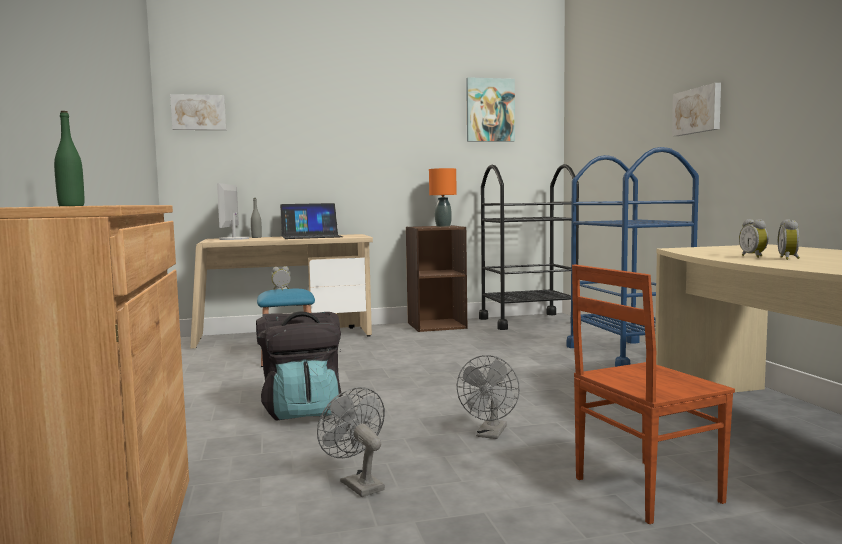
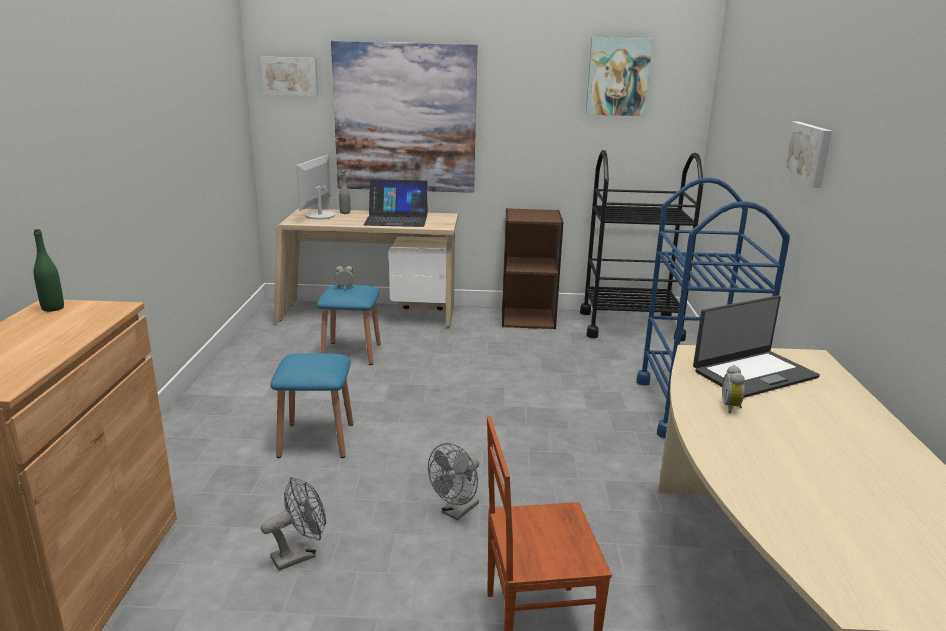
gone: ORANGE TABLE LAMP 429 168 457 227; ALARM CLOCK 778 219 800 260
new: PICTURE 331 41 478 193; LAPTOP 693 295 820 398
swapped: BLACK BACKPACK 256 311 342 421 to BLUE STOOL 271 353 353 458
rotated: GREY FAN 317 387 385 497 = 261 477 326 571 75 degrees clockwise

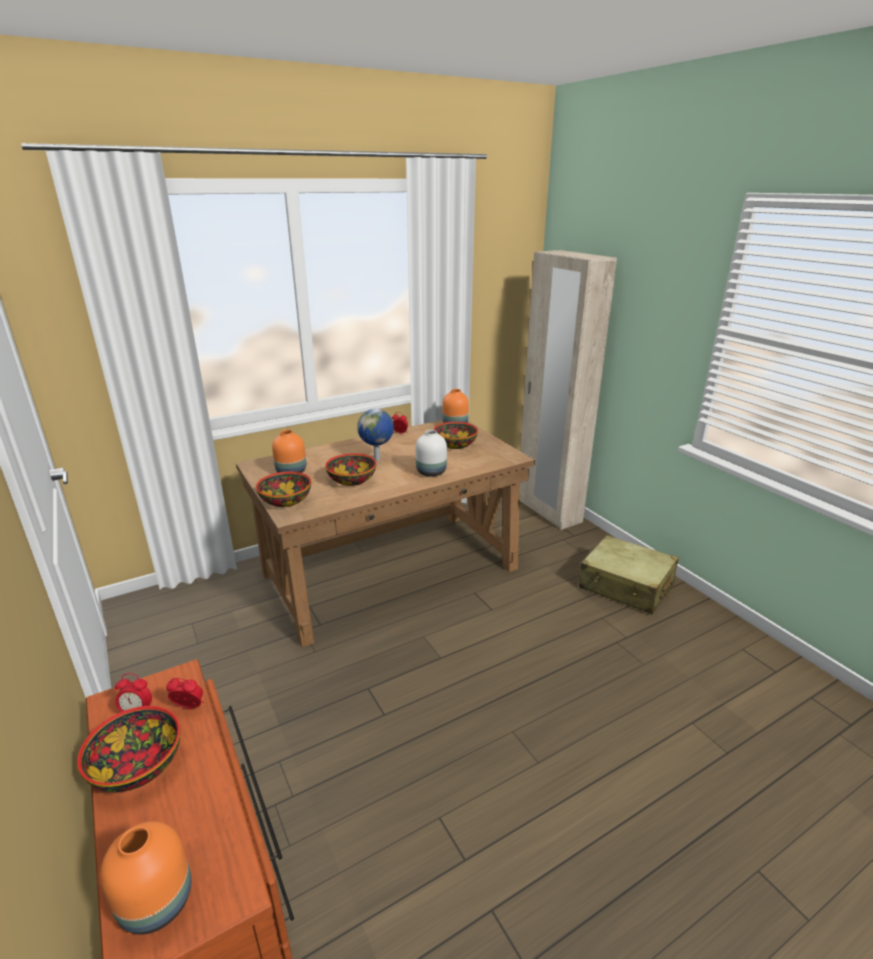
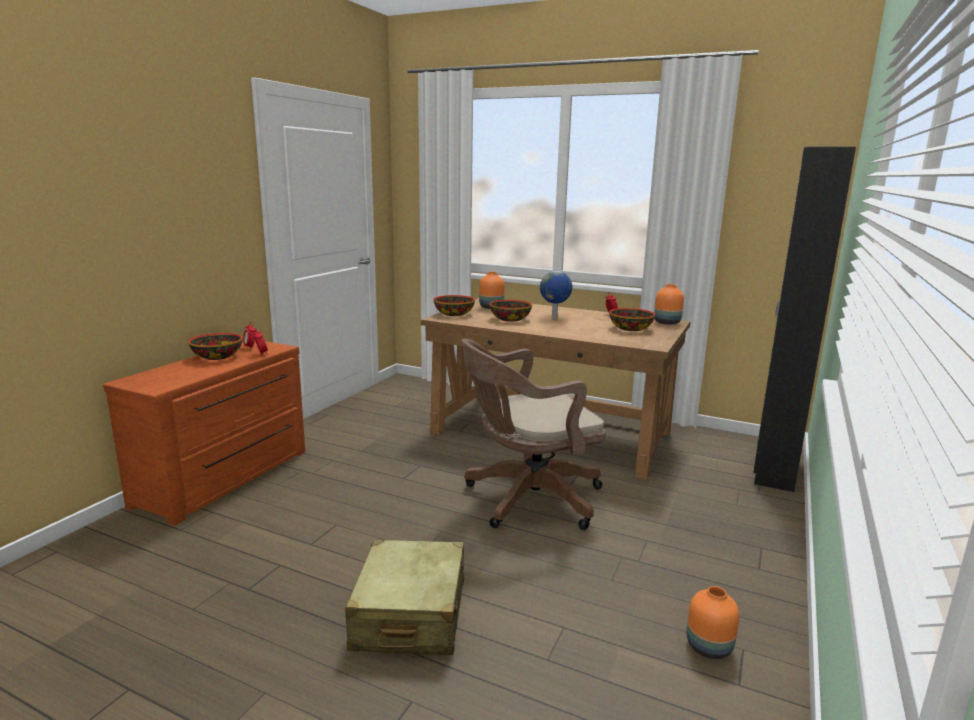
gone: WHITE VASE 415 430 447 477
new: BROWN OFFICE CHAIR 462 339 606 530
shifted: BEIGE SUITCASE 579 535 679 614 to 345 540 464 655; ORANGE VASE 100 821 191 935 to 687 586 740 659
repainted: BEIGE WARDROBE 520 250 617 530 to BLACK WARDROBE 753 147 856 492

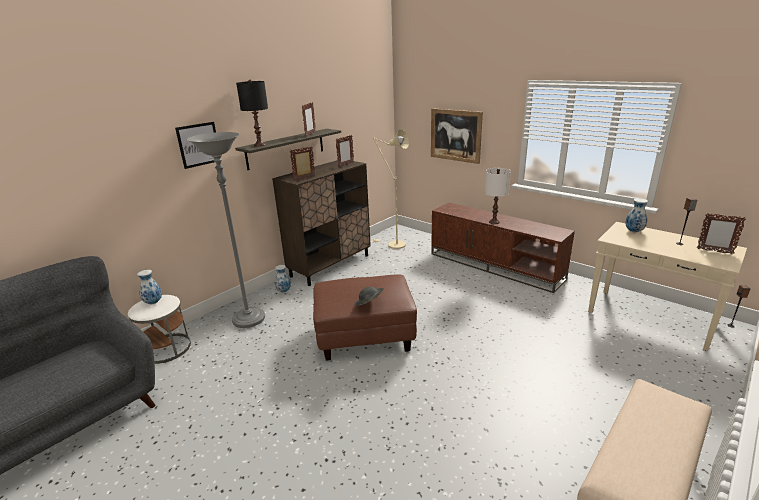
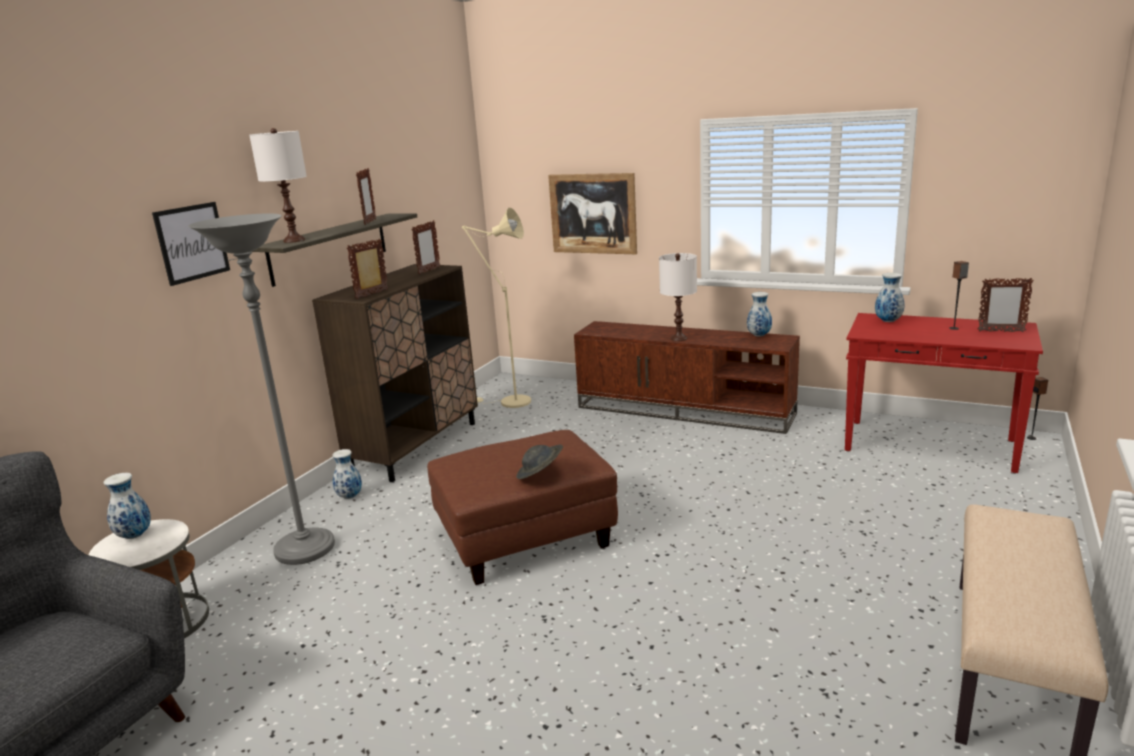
new: VASE 747 292 772 337
repainted: BLACK TABLE LAMP 236 79 268 147 to WHITE TABLE LAMP 249 128 307 243; BEIGE CONSOLE TABLE 588 222 747 351 to RED CONSOLE TABLE 845 313 1043 474

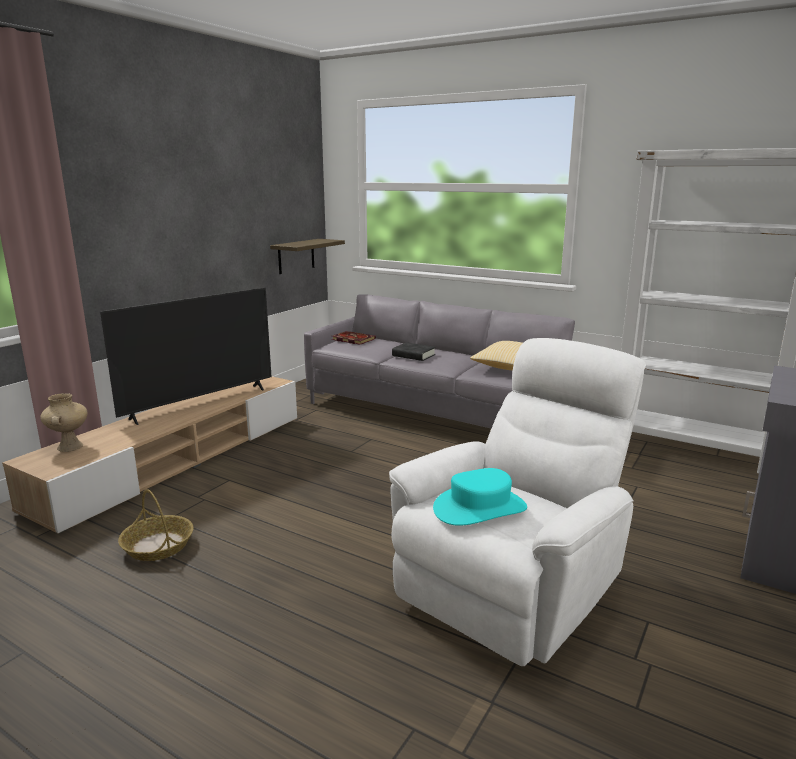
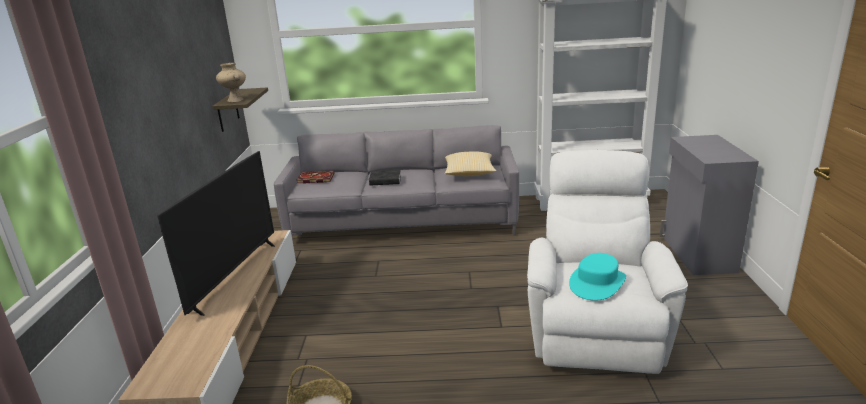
shifted: BEIGE VASE 40 393 88 452 to 216 63 246 102

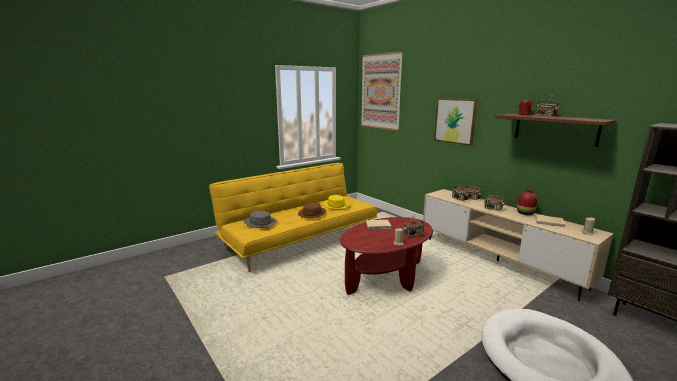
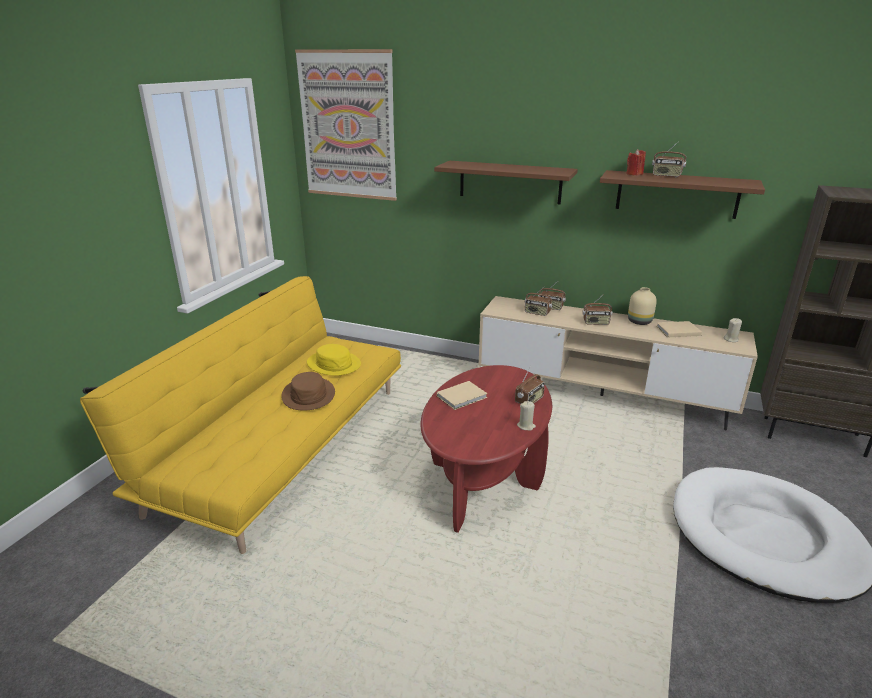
gone: GREY HAT 244 211 277 228
swapped: PICTURE 434 98 478 146 to BROWN SHELF 434 161 578 204
repainted: RED VASE 517 190 538 215 to BEIGE VASE 628 287 657 325

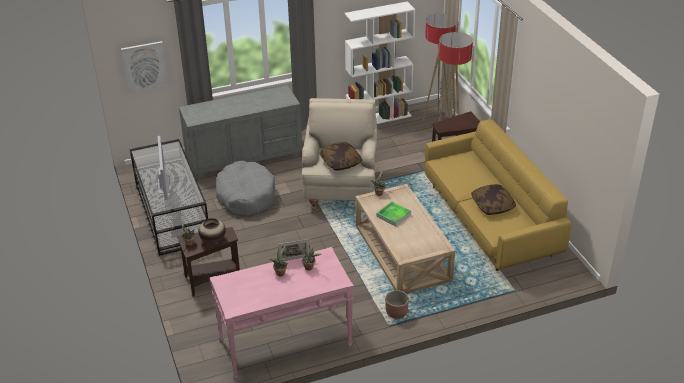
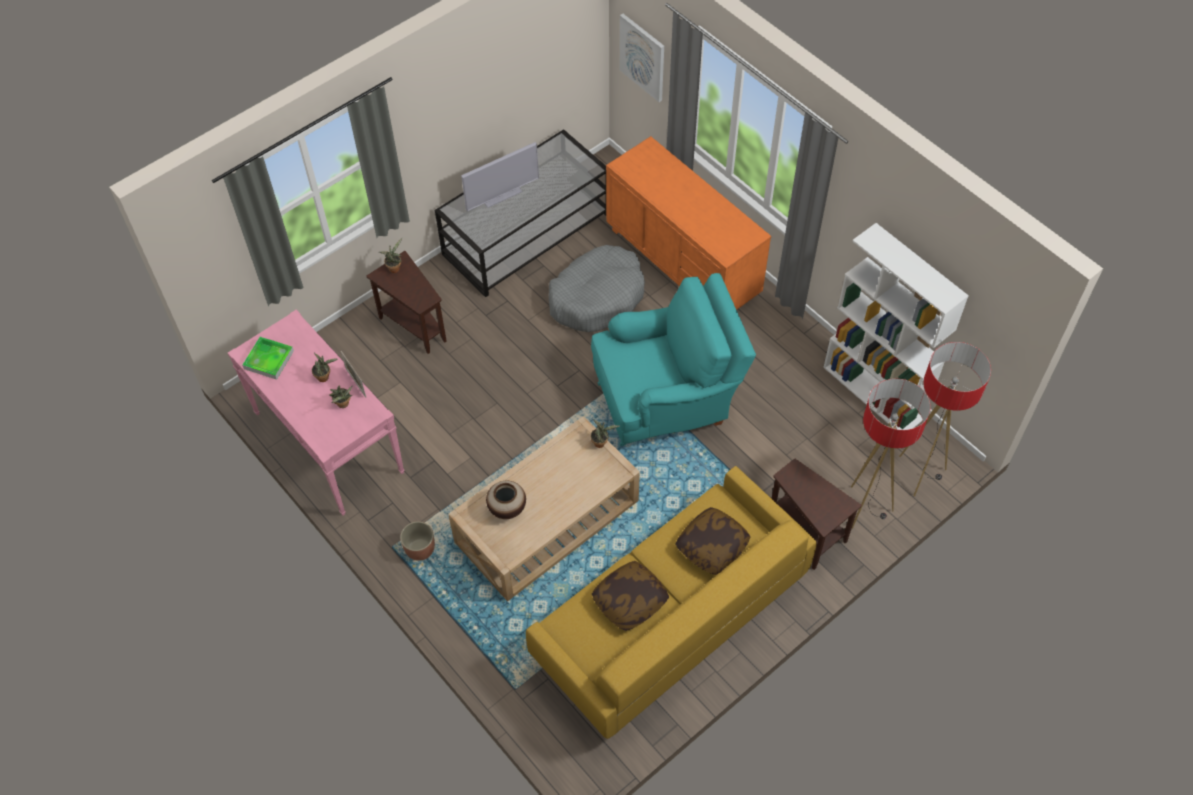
shifted: PILLOW 319 142 362 170 to 675 507 750 575; TRAY 376 202 411 226 to 242 337 294 380; VASE 198 218 226 244 to 486 481 526 519
repainted: GREY DRESSER 179 85 302 179 to ORANGE DRESSER 606 136 771 310; BEIGE ARMCHAIR 302 98 377 210 to TURQUOISE ARMCHAIR 591 273 756 446

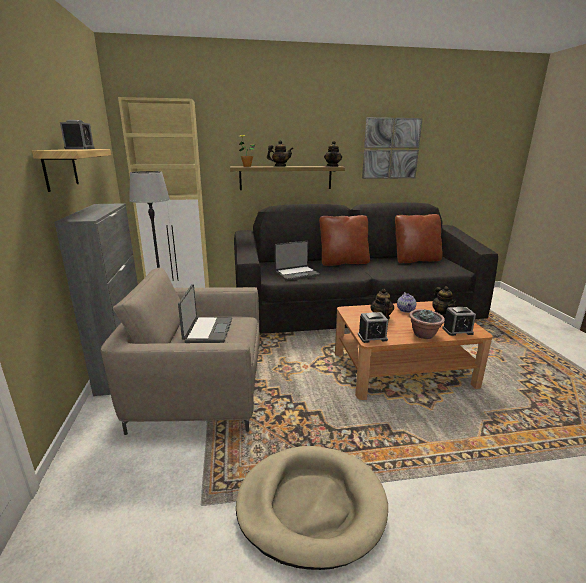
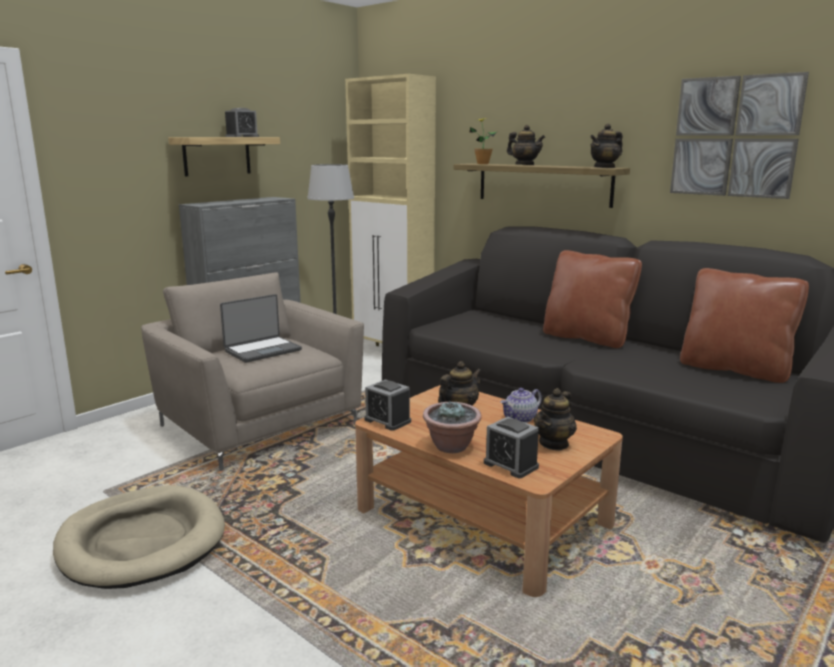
gone: LAPTOP 275 241 320 281

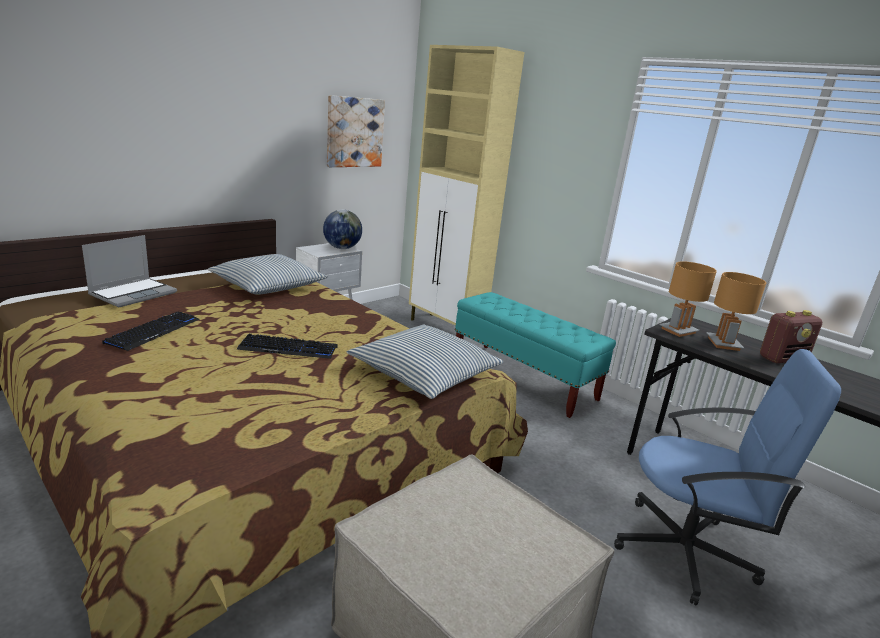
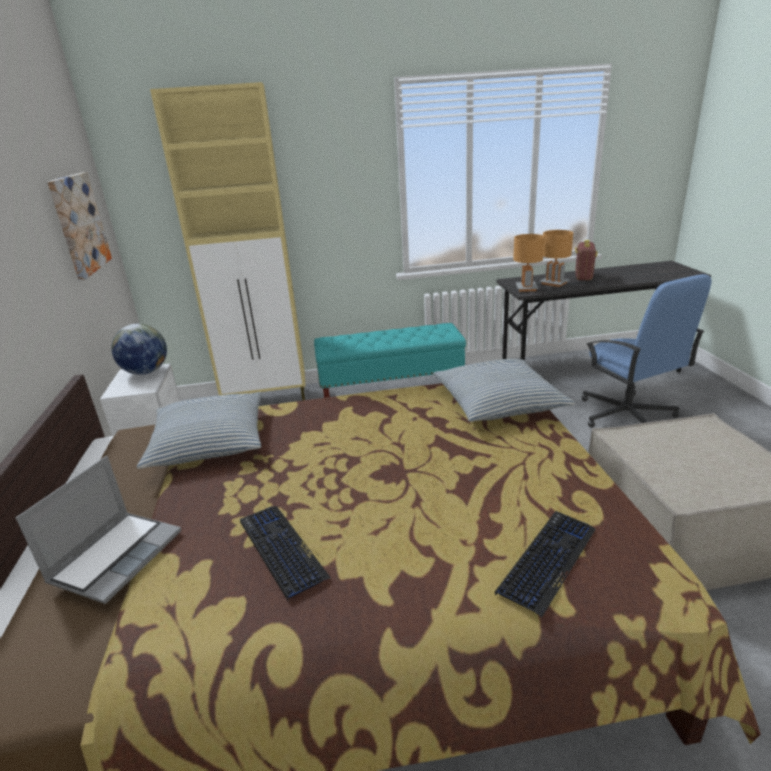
shifted: KEYBOARD 237 334 338 359 to 495 511 596 617
rotated: LAPTOP 82 235 177 307 = 16 456 181 604 45 degrees clockwise; BLUE OFFICE CHAIR 614 349 841 605 = 582 274 711 428 105 degrees clockwise

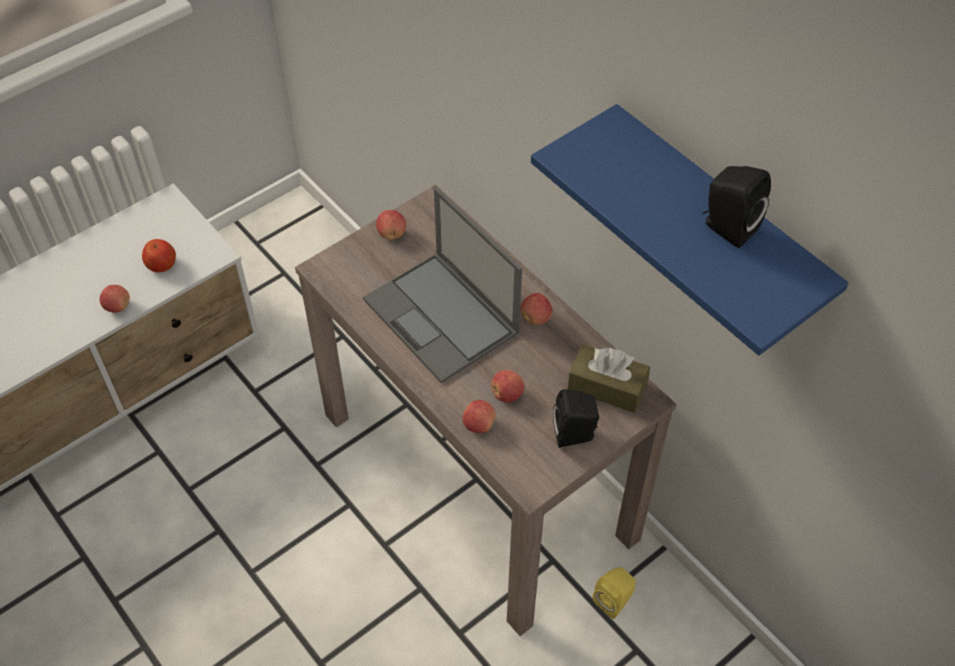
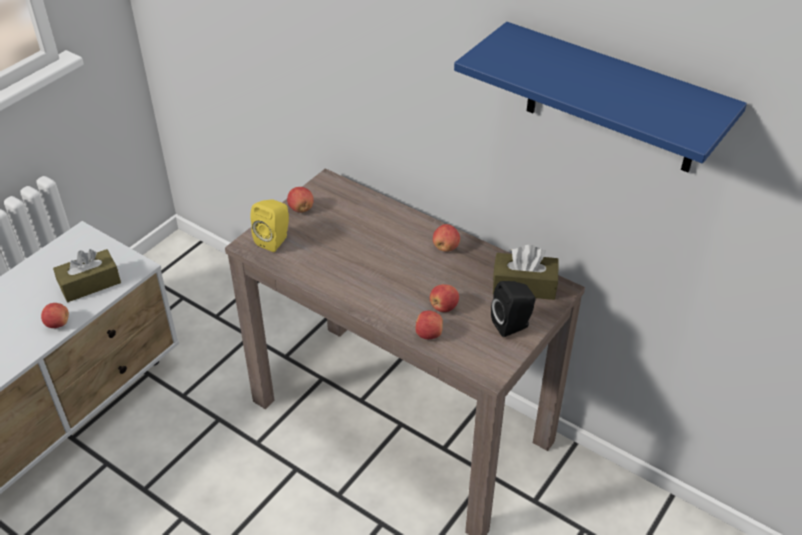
gone: BLACK SPEAKER 702 166 771 248; LAPTOP 363 187 522 383
shifted: YELLOW SPEAKER 593 567 636 619 to 250 199 289 252
swapped: APPLE 142 239 176 272 to BROWN TISSUE BOX 53 249 121 302

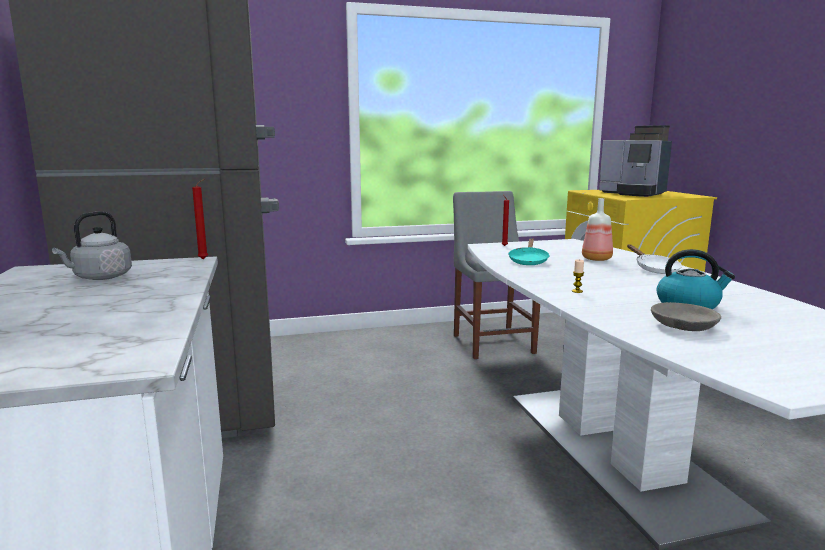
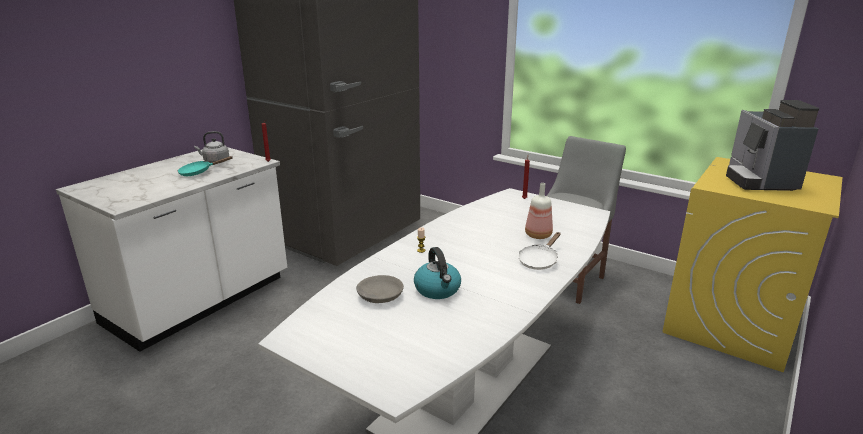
shifted: TURQUOISE FRYING PAN 508 238 550 265 to 178 156 233 176

